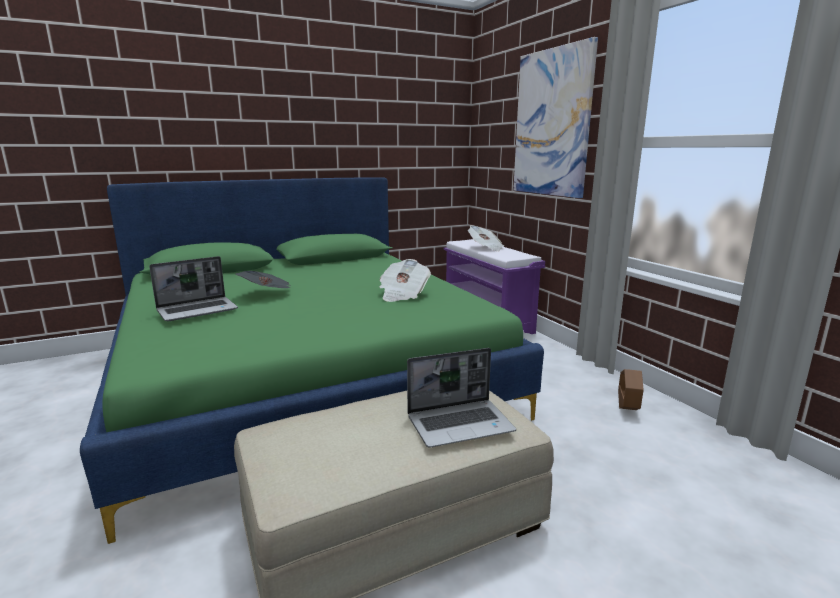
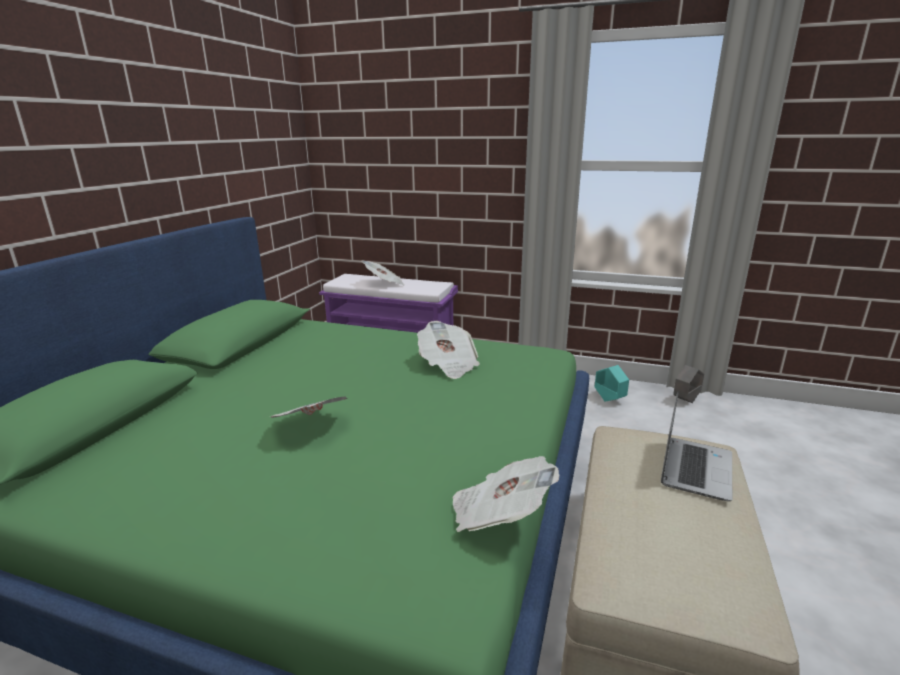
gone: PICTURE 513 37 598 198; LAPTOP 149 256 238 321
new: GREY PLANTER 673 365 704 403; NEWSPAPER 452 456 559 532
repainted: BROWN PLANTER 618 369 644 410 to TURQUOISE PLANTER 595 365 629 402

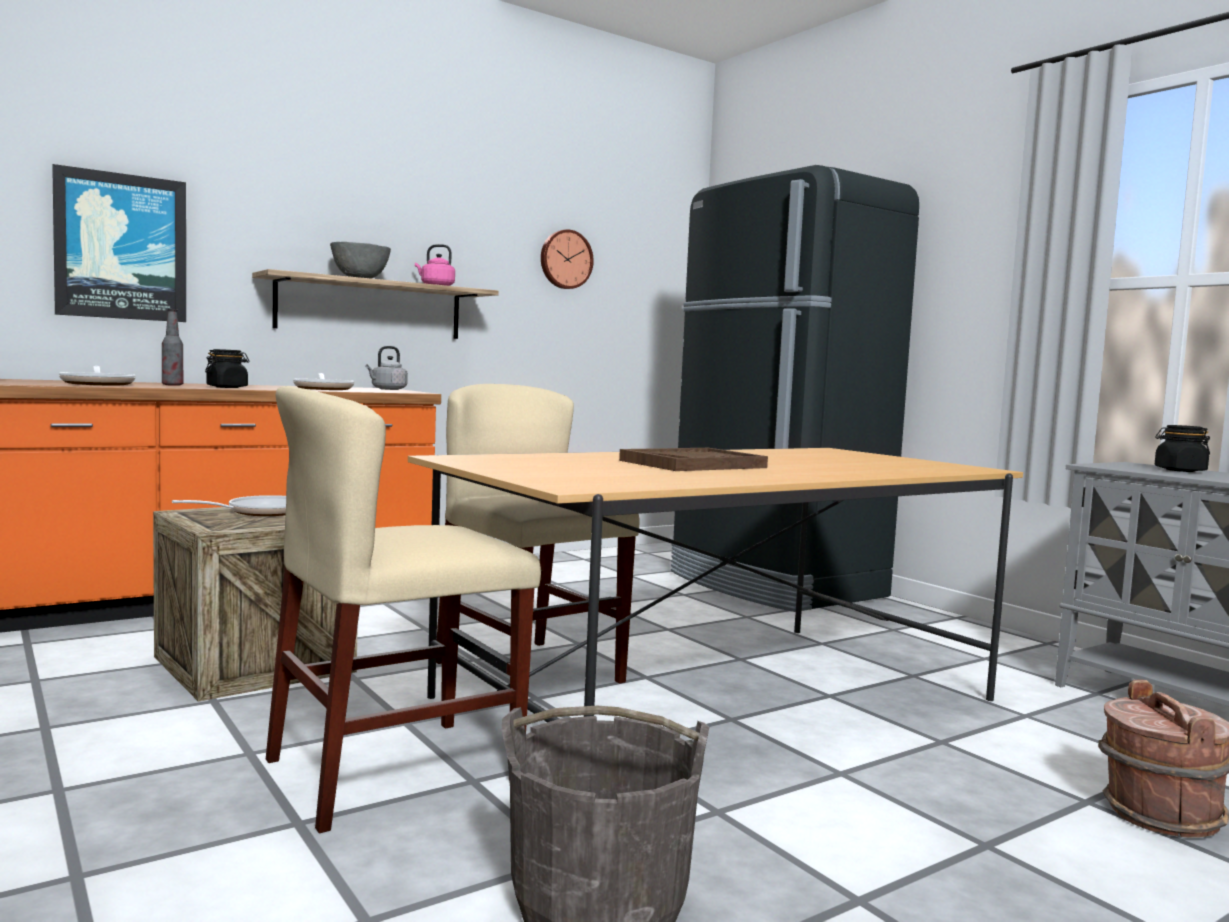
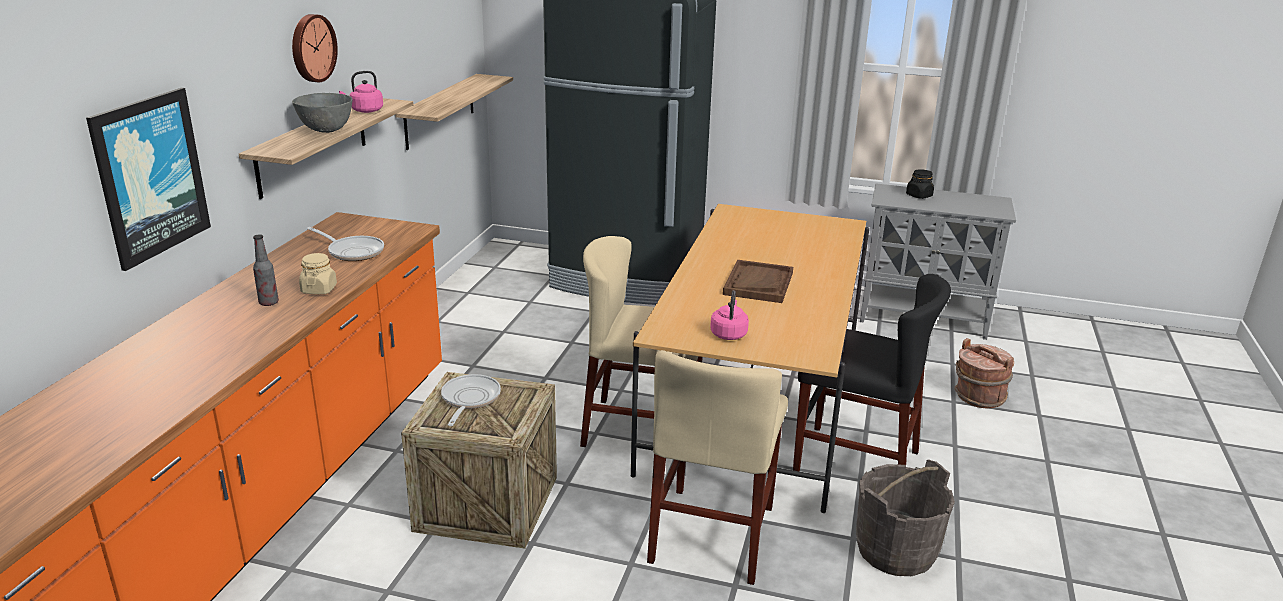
gone: GREY KETTLE 365 346 408 390; FRYING PAN 59 366 136 385
new: SHELF 395 74 513 150; BLACK CHAIR 793 274 951 472; PINK KETTLE 710 291 749 340
shifted: WALL CLOCK 541 230 594 289 to 292 14 338 82
repainted: BLACK JAR 205 349 249 388 to BEIGE JAR 299 253 337 294

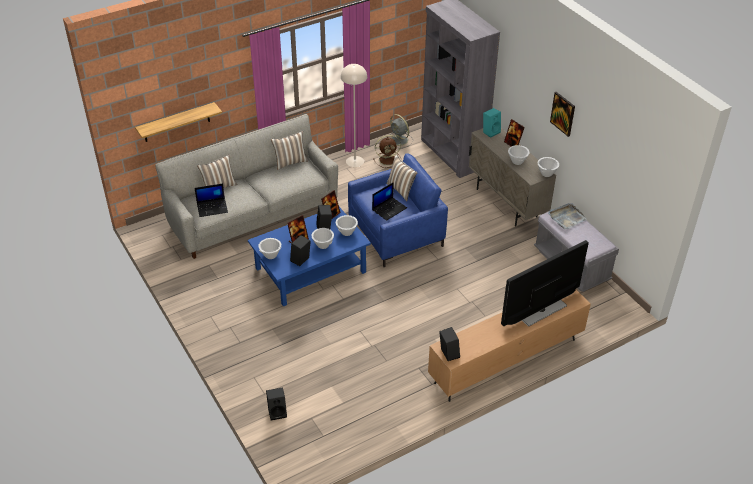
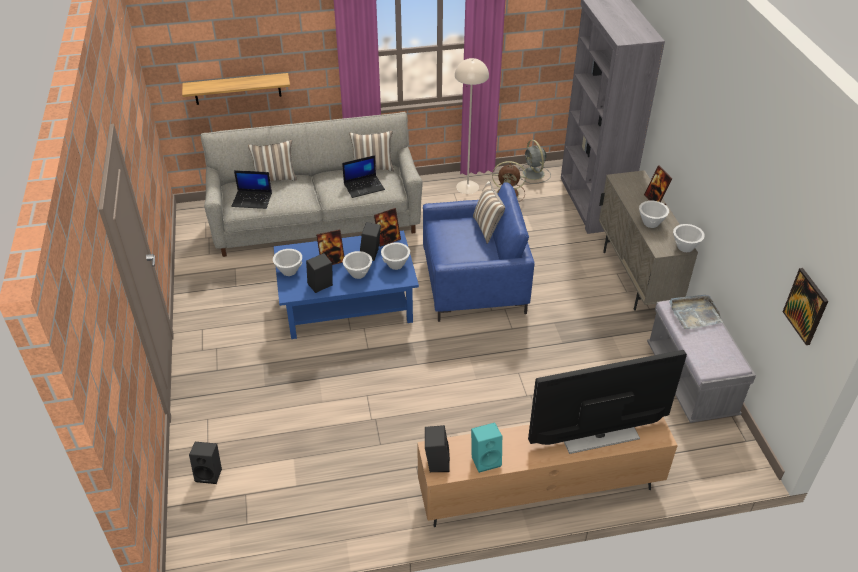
shifted: PICTURE 550 92 575 137 to 783 268 828 345; TURQUOISE SPEAKER 483 108 501 138 to 471 422 502 473; LAPTOP 372 182 407 221 to 342 155 385 198

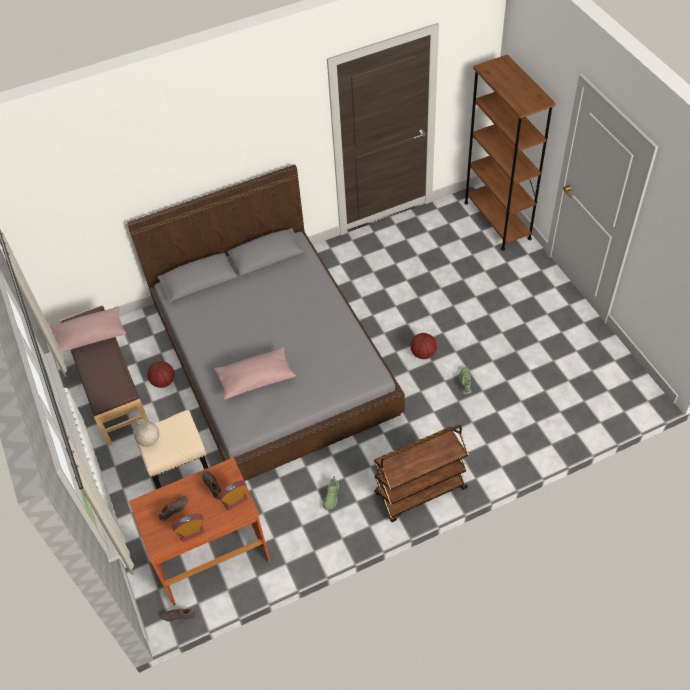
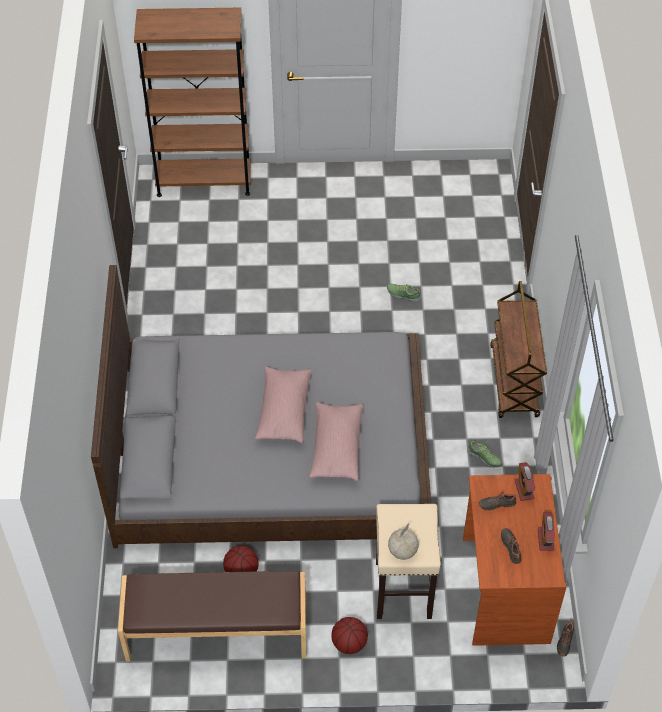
shifted: PINK PILLOW 50 306 126 353 to 255 367 311 443; BASKETBALL 410 333 437 359 to 331 617 368 654

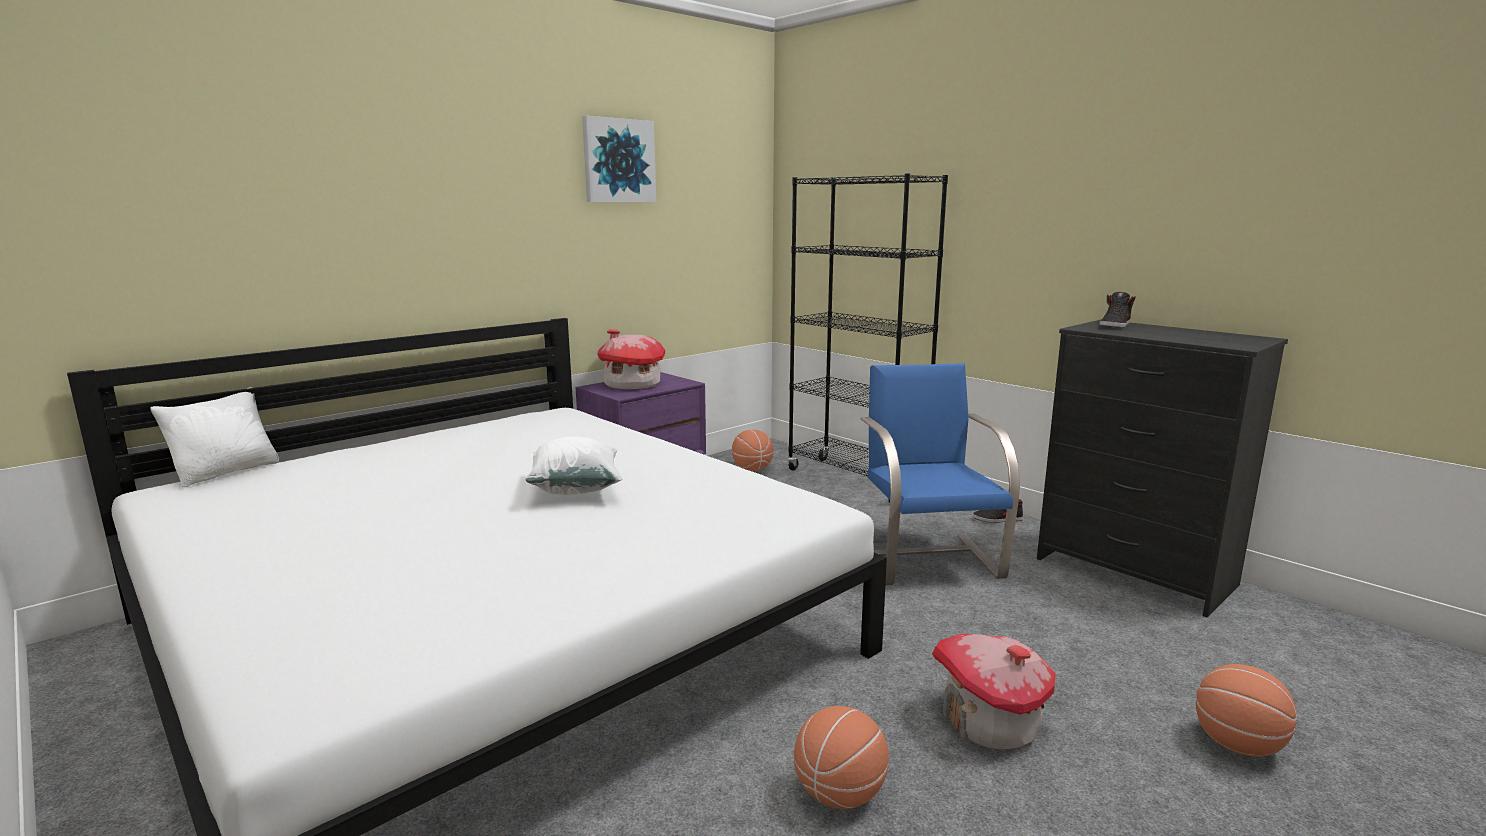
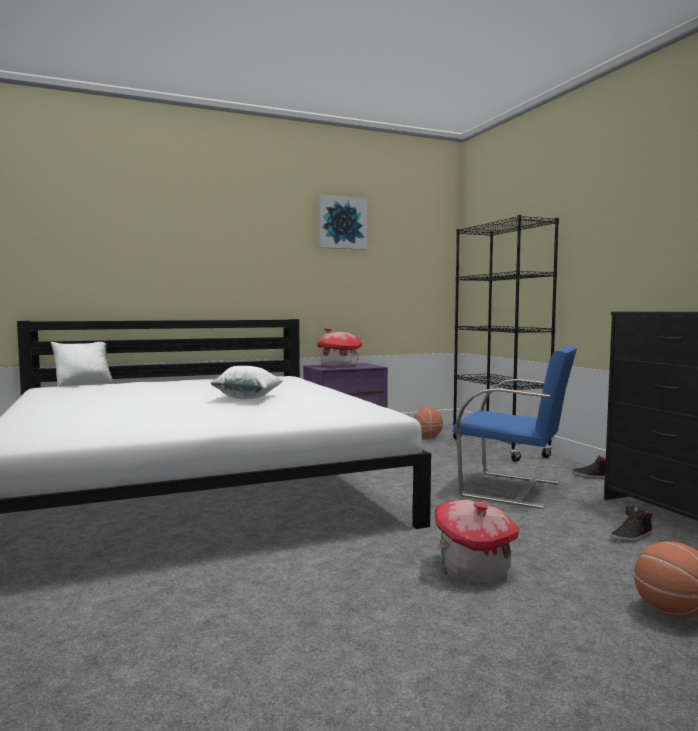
gone: BASKETBALL 794 706 889 809
shifted: BLACK SHOE 1099 292 1136 328 to 611 506 652 542
rotated: BLUE CHAIR 861 363 1020 585 = 453 346 577 509 105 degrees clockwise

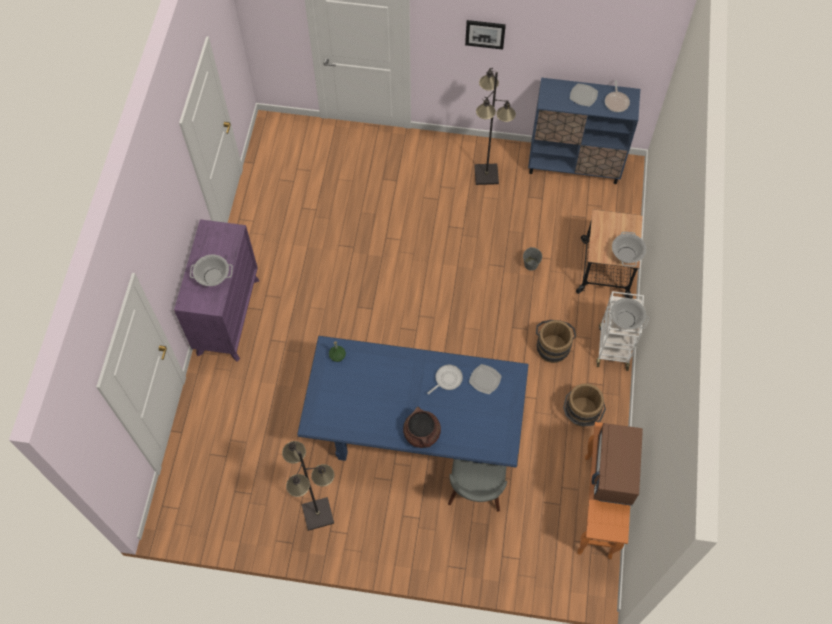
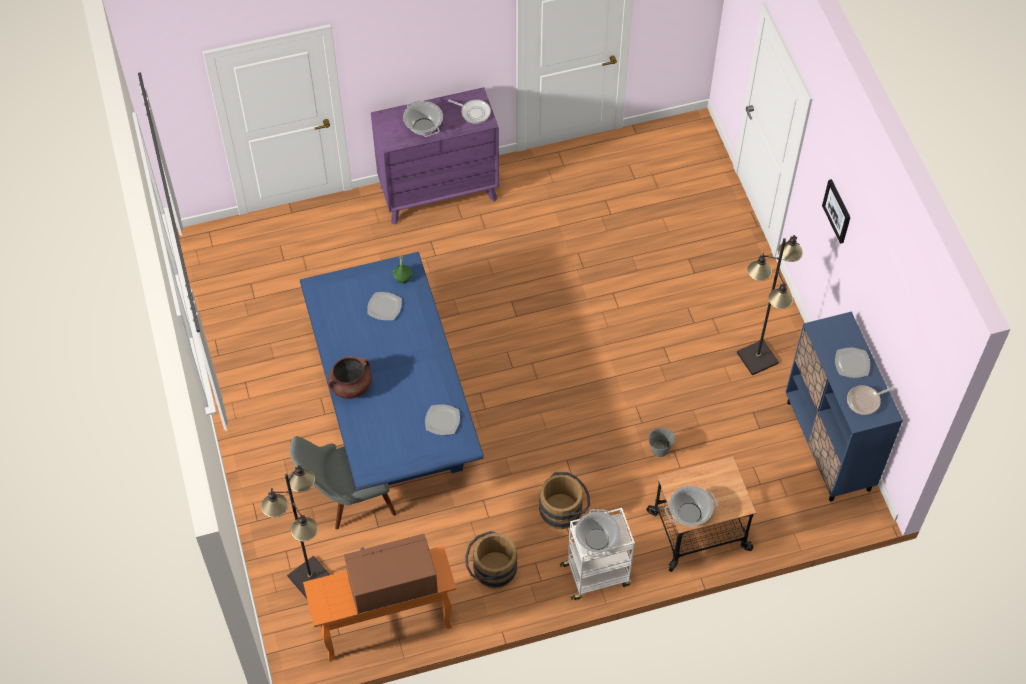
new: PLATE 367 292 402 320
shifted: FRYING PAN 427 365 463 395 to 448 99 491 124; BLACK FLOOR LAMP 282 441 334 531 to 261 465 330 598

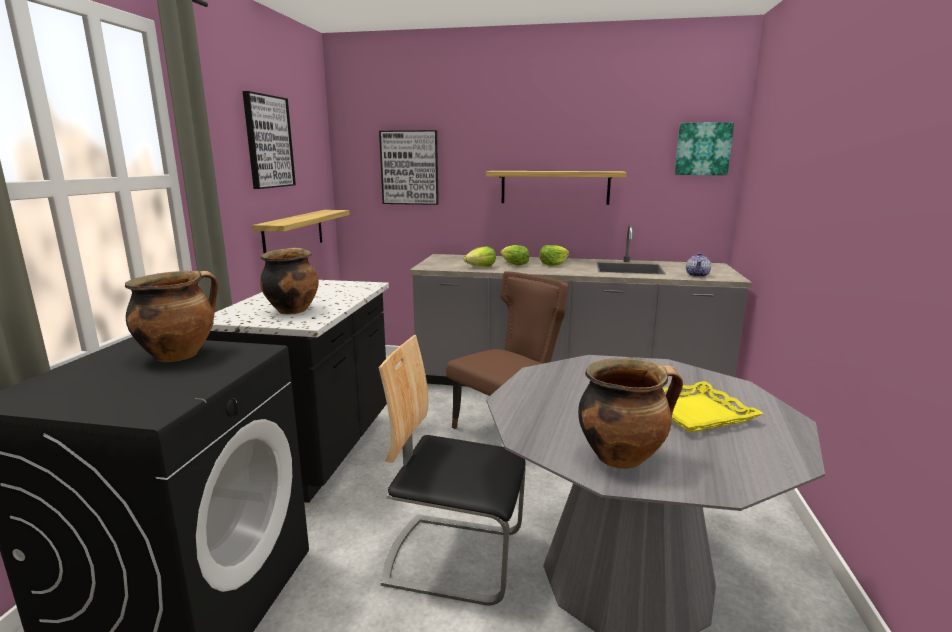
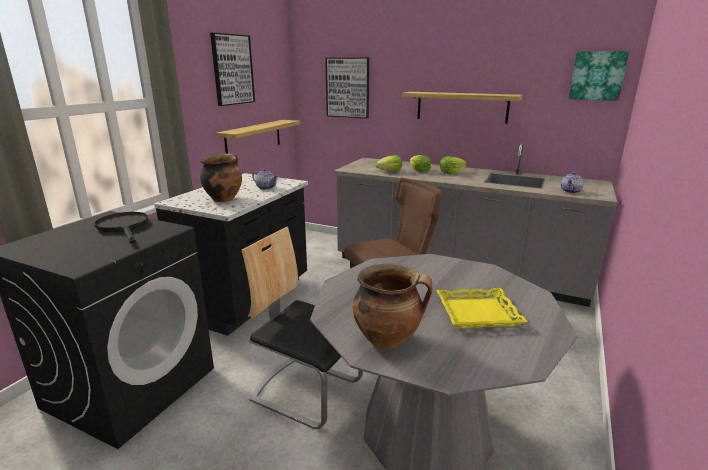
new: TEAPOT 252 168 278 190
swapped: COOKING POT 125 271 218 362 to BLACK FRYING PAN 94 212 148 244

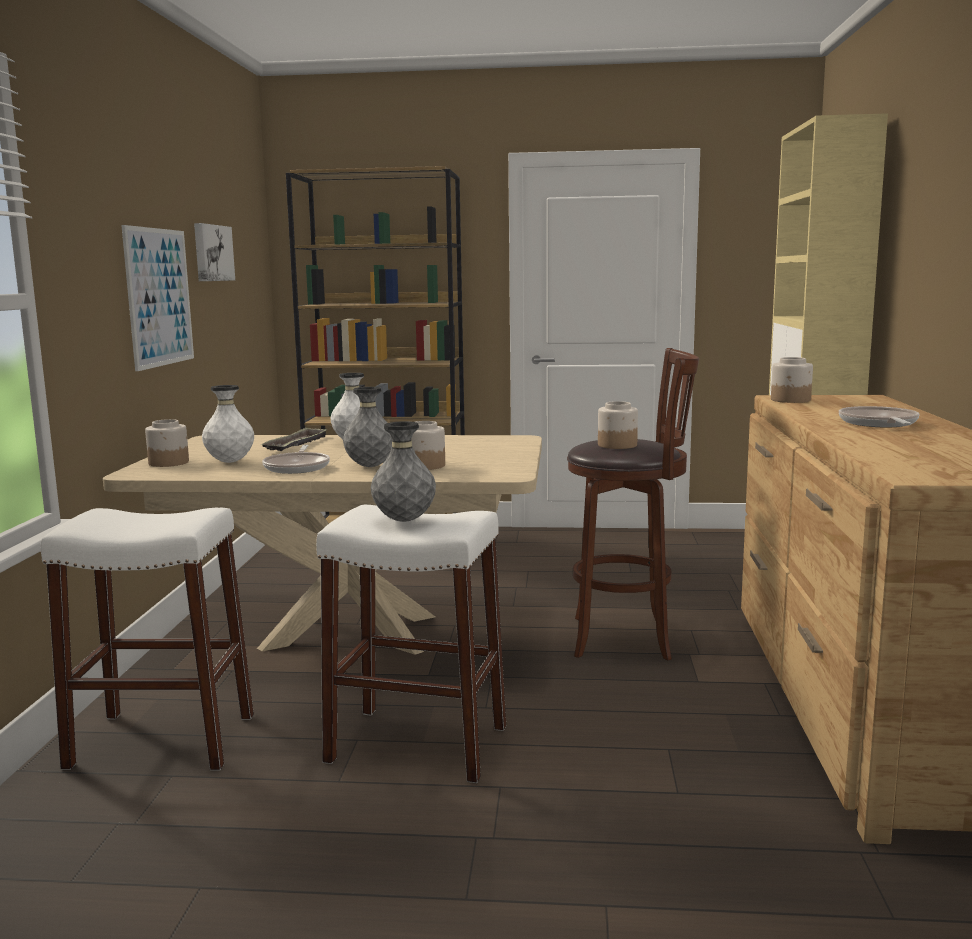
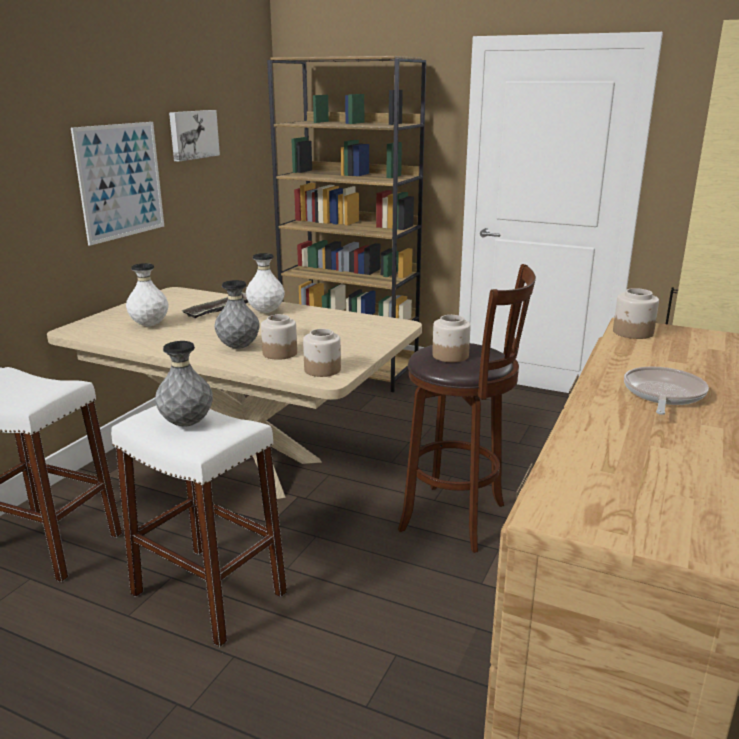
gone: FRYING PAN 262 445 330 474
shifted: JAR 145 419 189 467 to 303 329 341 377

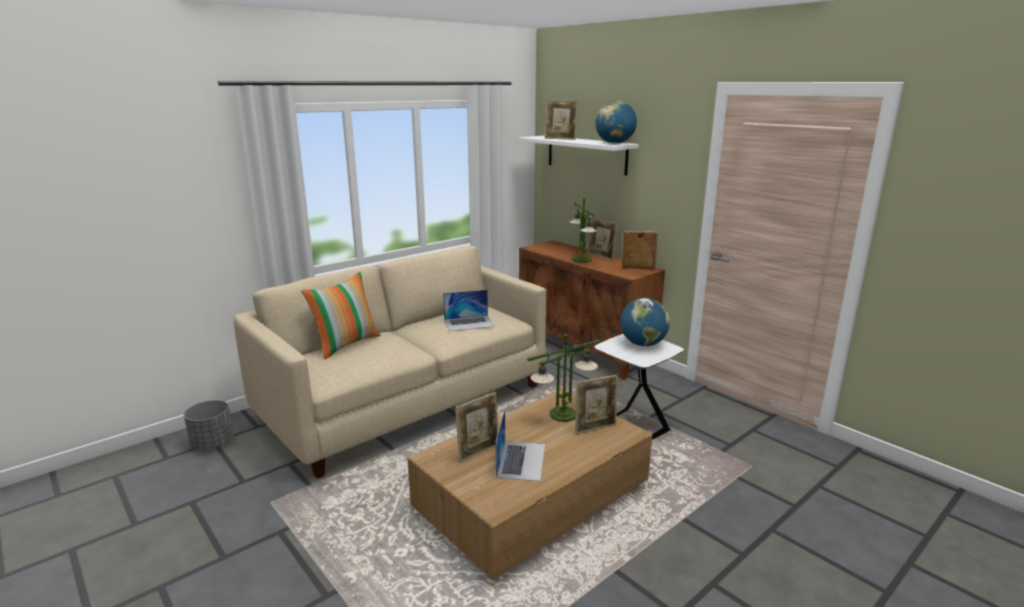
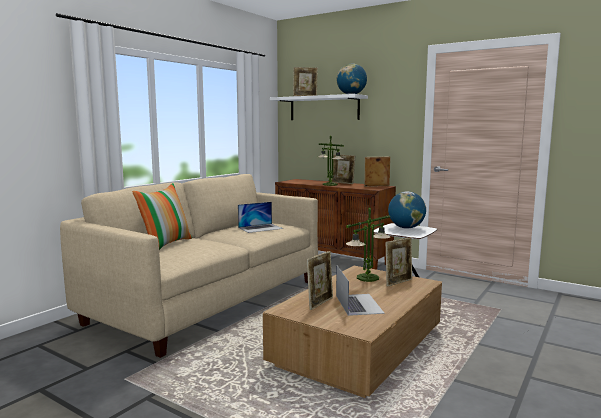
gone: GREY PLANTER 184 400 234 449

